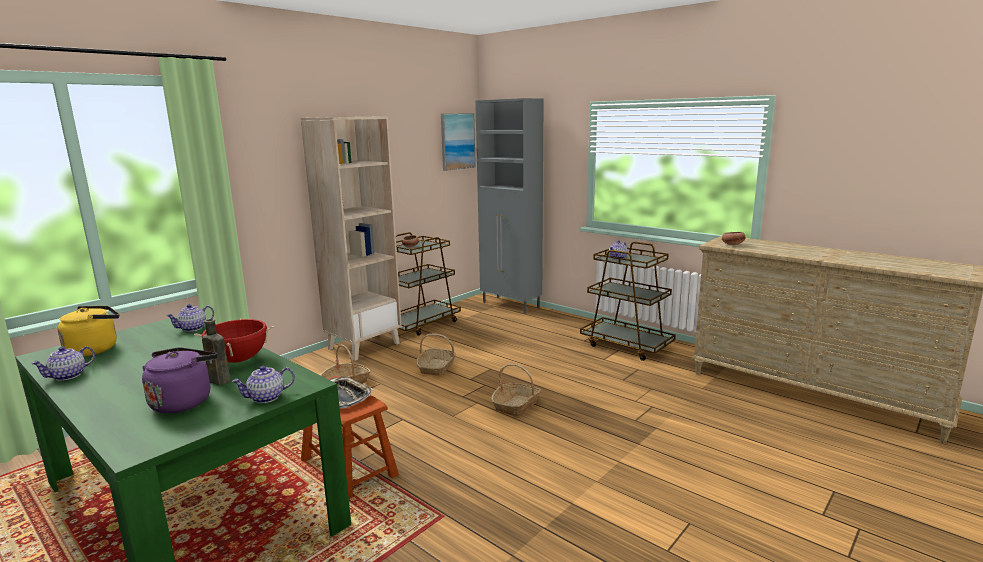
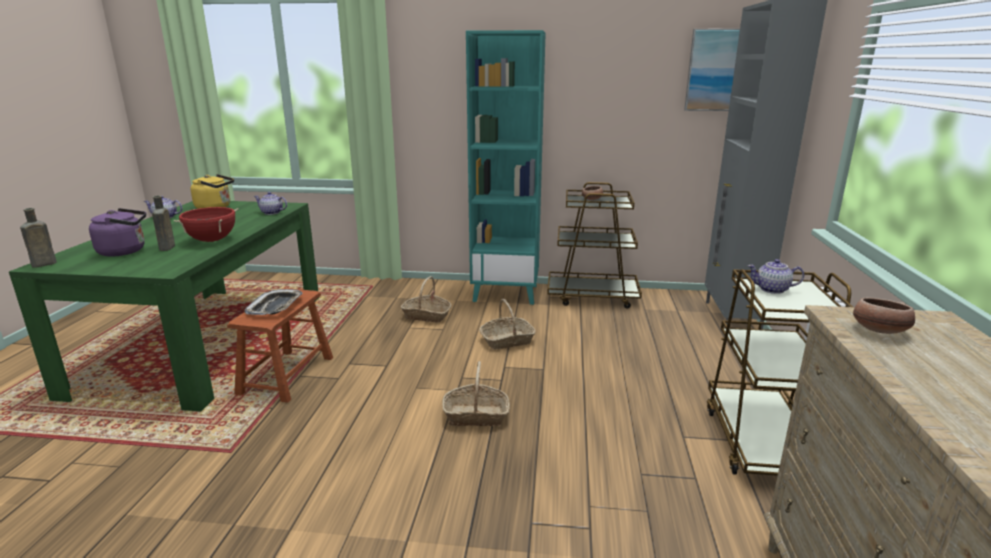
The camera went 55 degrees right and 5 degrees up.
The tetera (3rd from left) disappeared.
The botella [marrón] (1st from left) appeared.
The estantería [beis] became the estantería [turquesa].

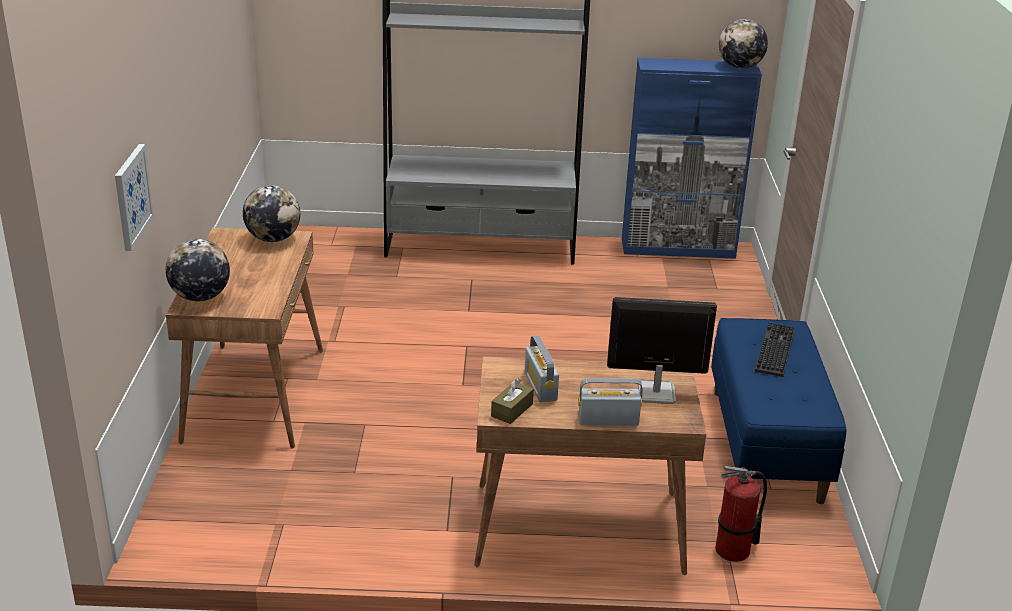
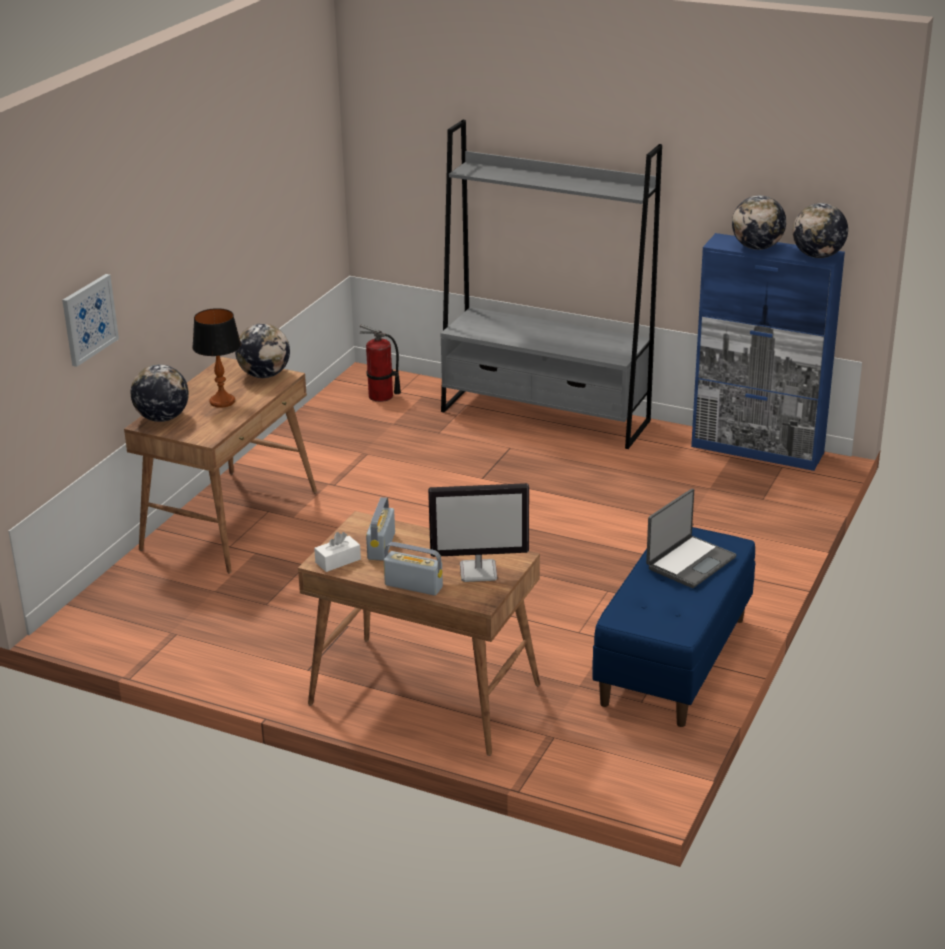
The camera went 25 degrees right and 0 degrees up.
The lámpara de mesa appeared.
The globo terráqueo (3rd from left) appeared.
The extintor moved.
The teclado was replaced by the portátil.
The caja de pañuelos [marrón] became the caja de pañuelos [blanco].
The monitor turned 150 degrees clockwise.

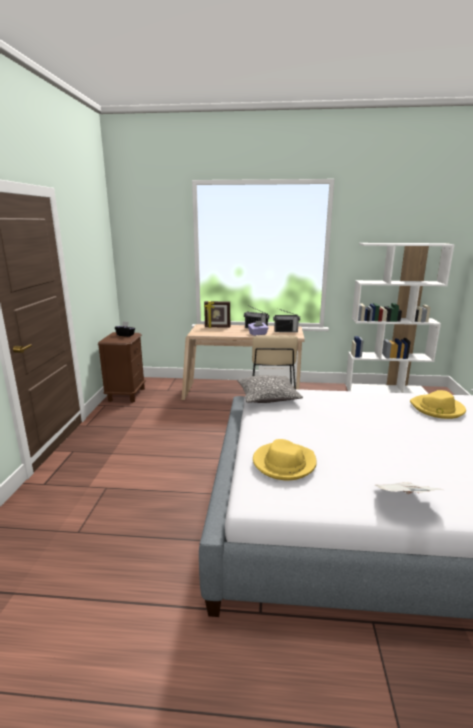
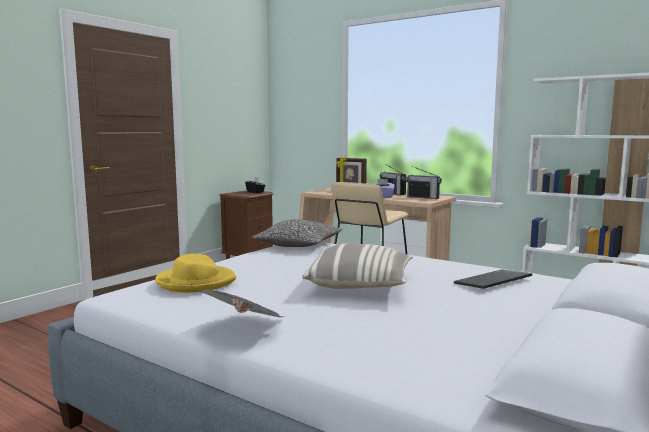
The camera went 30 degrees right and 10 degrees down.
The cojín (2nd from left) appeared.
The sombrero [amarillo] (2nd from left) was replaced by the teclado.

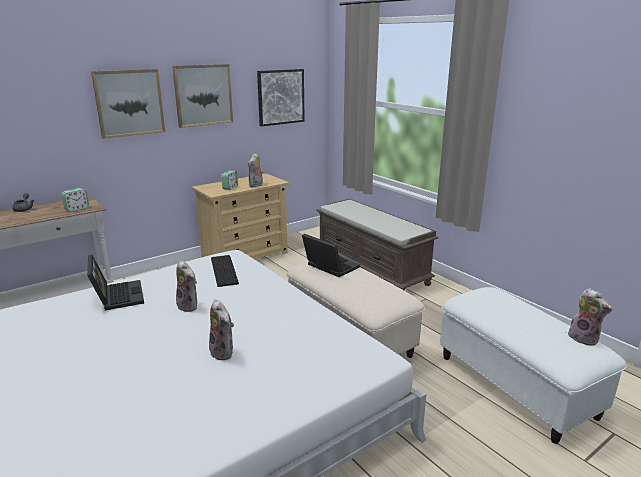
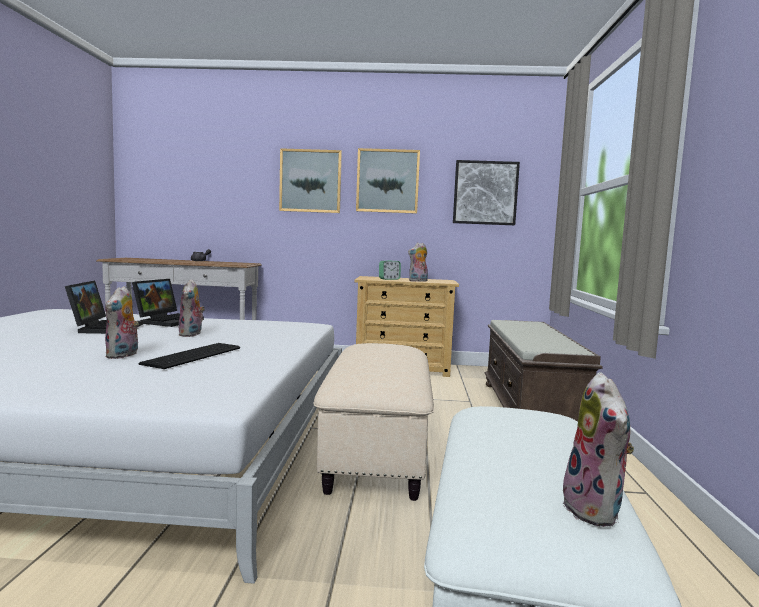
The camera went 40 degrees right and 15 degrees down.
The despertador (1st from left) disappeared.
The teclado moved.
The portátil (2nd from left in the first image) moved.

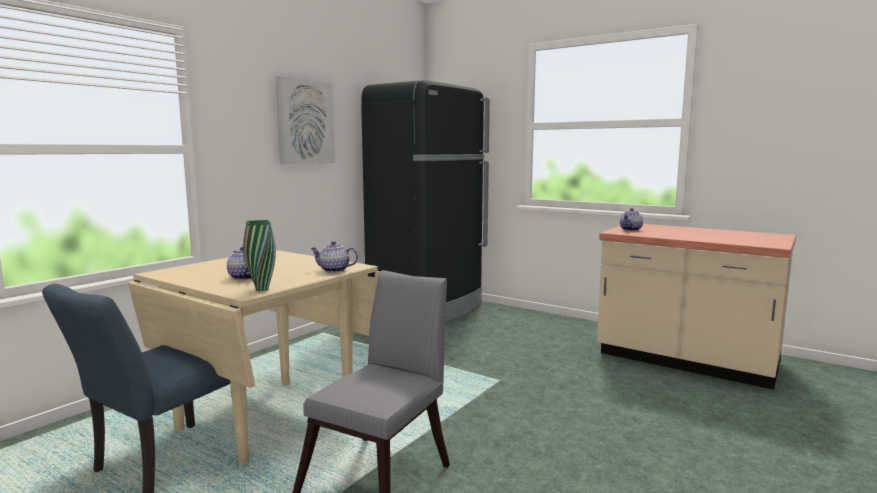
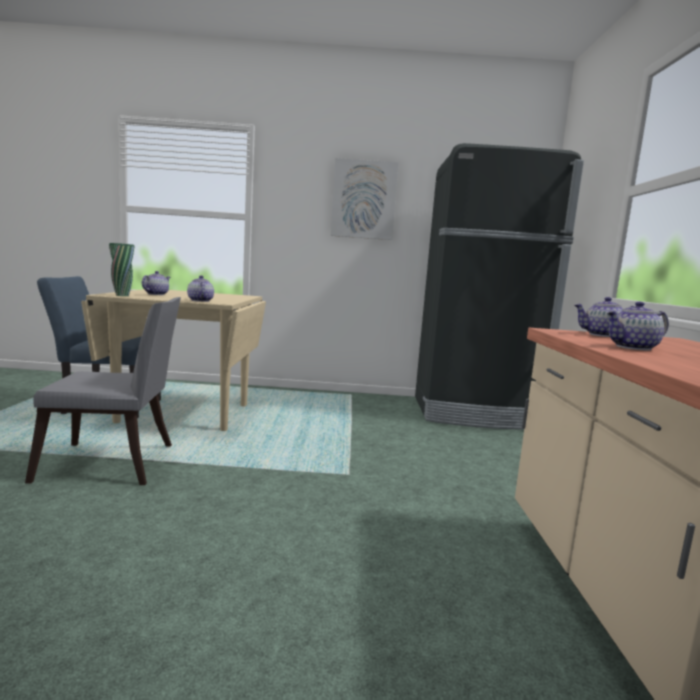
The camera went 55 degrees right and 0 degrees up.
The tetera (4th from left) appeared.

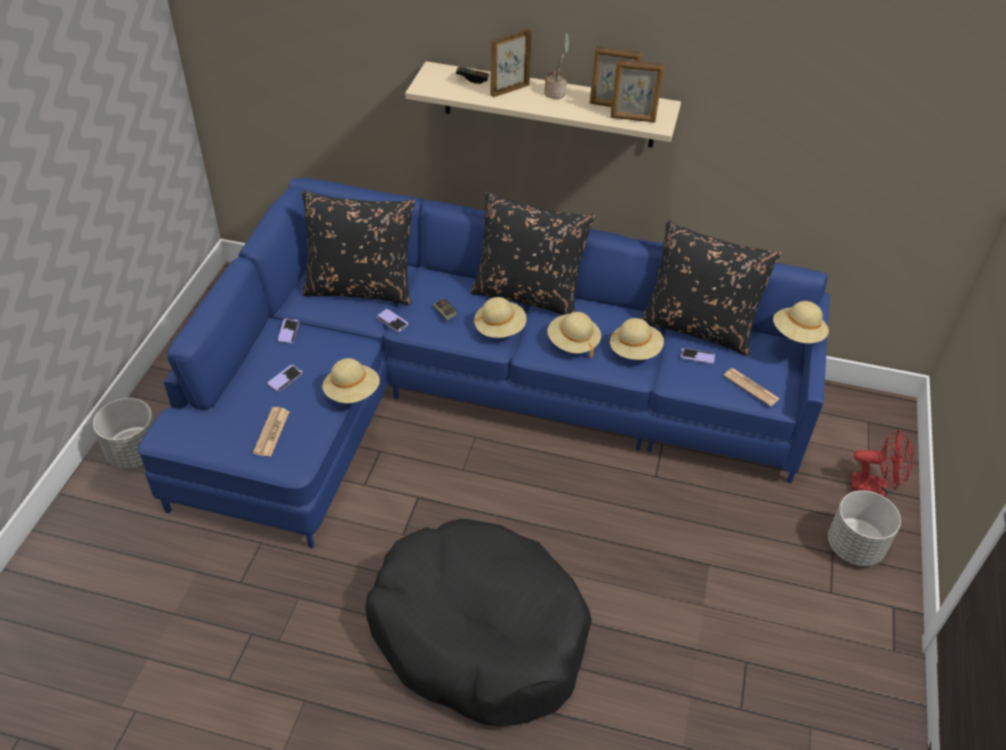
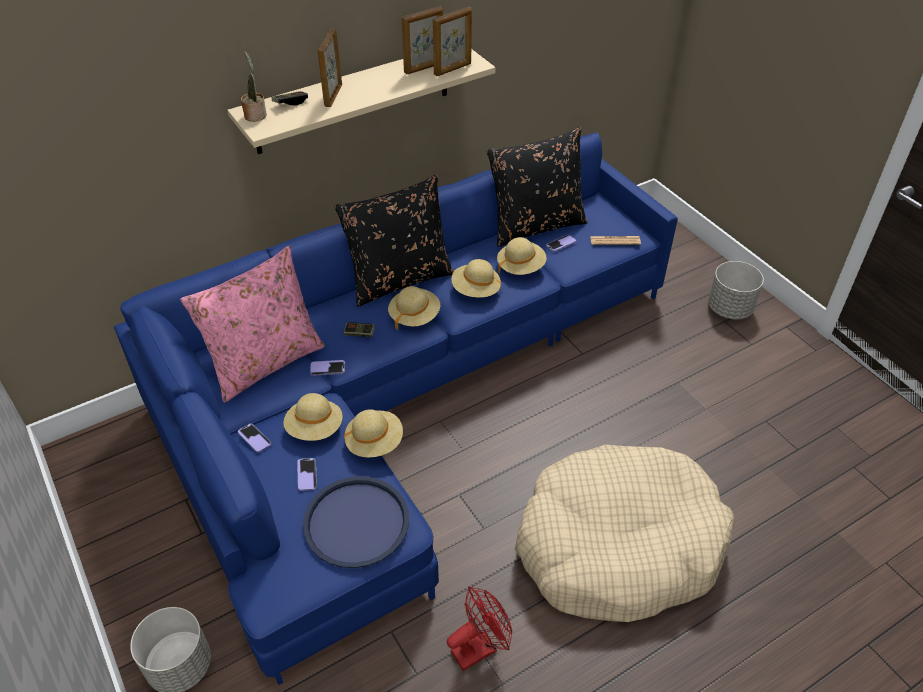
The camera went 45 degrees left and 0 degrees up.
The planta en maceta moved.
The sombrero [beis] (5th from left in the first image) moved.
The ventilador [rojo] moved.
The periódico (1st from left) was replaced by the bandeja [azul].
The cojín [negro] (1st from left) became the cojín [rosa].
The cama para perro [negro] became the cama para perro [beis].

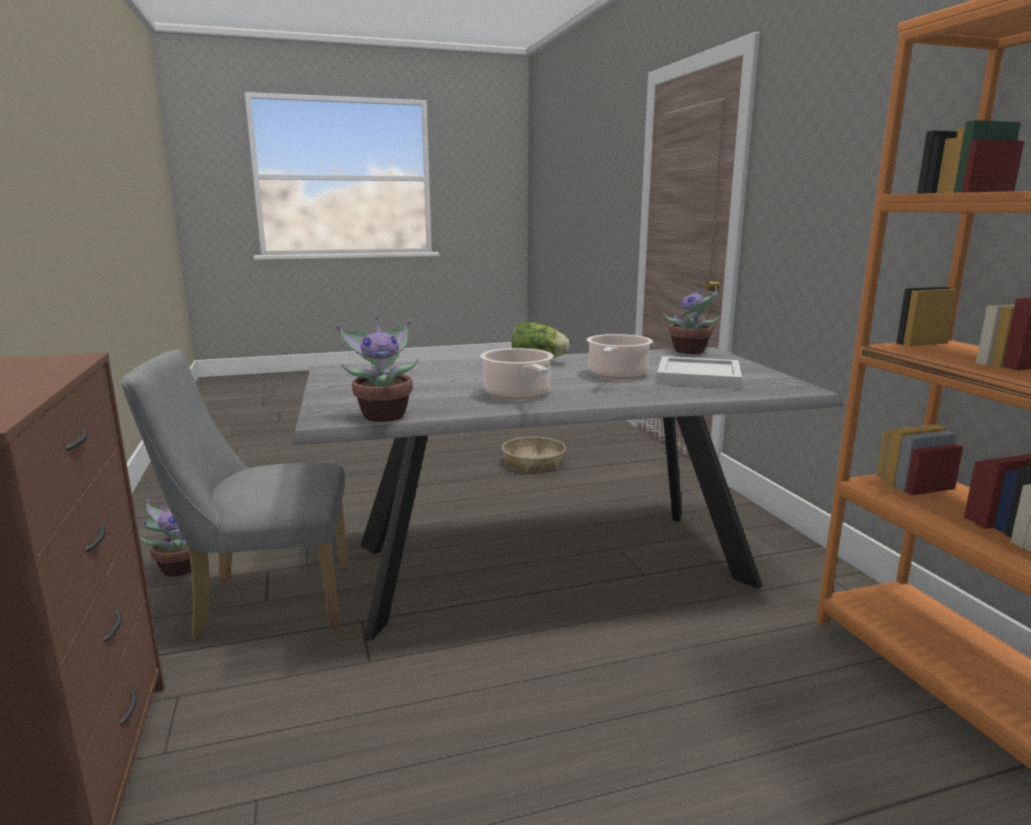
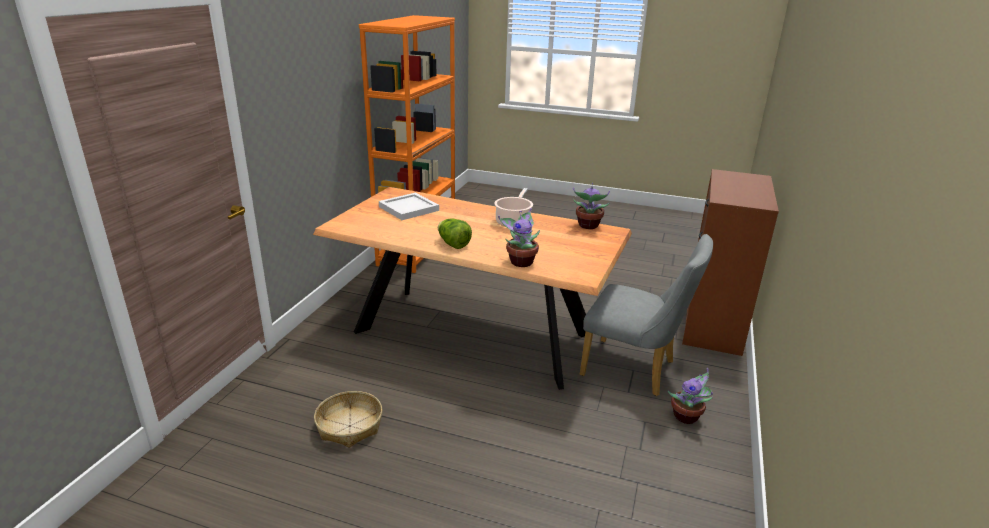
The camera went 145 degrees left and 10 degrees up.
The olla (2nd from left) disappeared.
The planta en maceta (3rd from left in the first image) moved.
The mesa de comedor [gris] became the mesa de comedor [marrón].

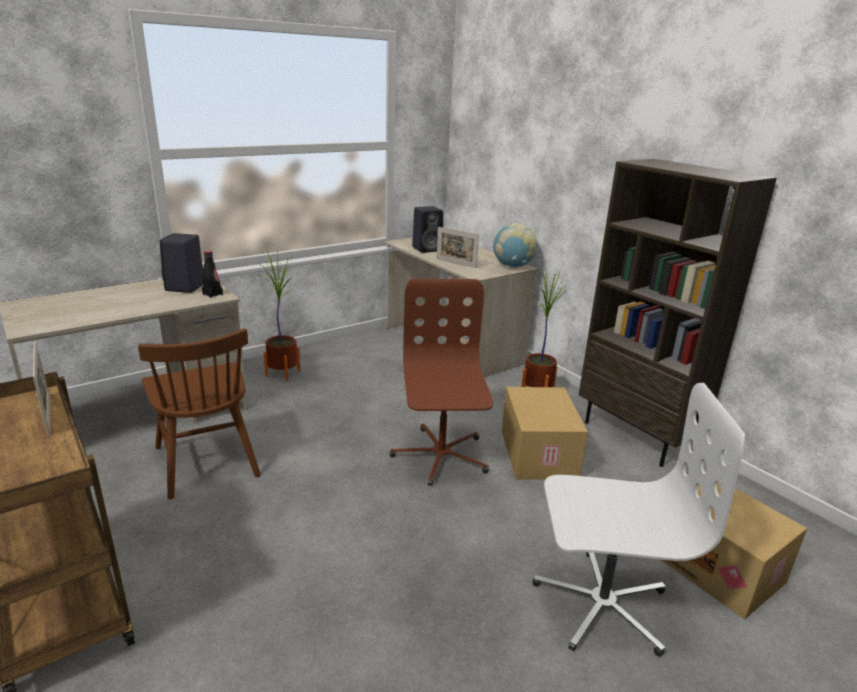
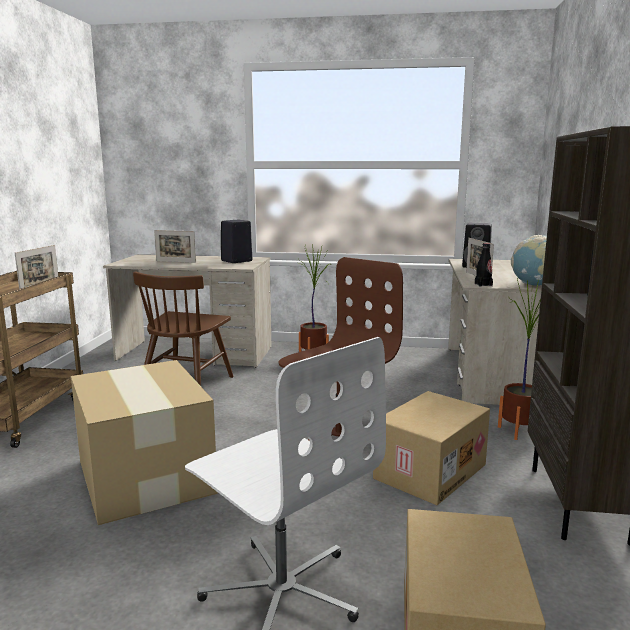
The camera went 45 degrees right and 10 degrees down.
The caja de cartón (1st from left) appeared.
The portarretratos (2nd from left) appeared.
The botella [negro] moved.

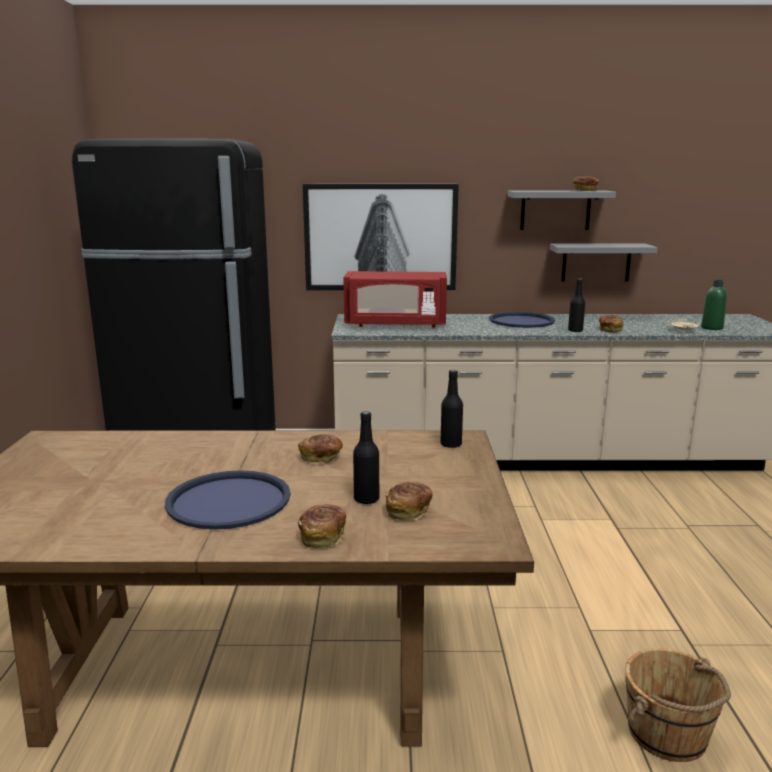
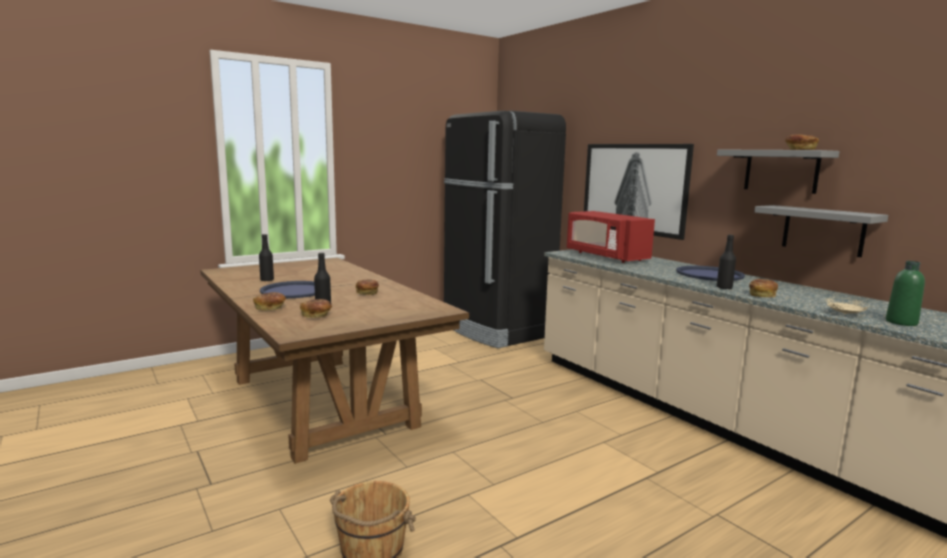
The camera went 55 degrees right and 5 degrees down.
The botella [negro] (2nd from left in the first image) moved.

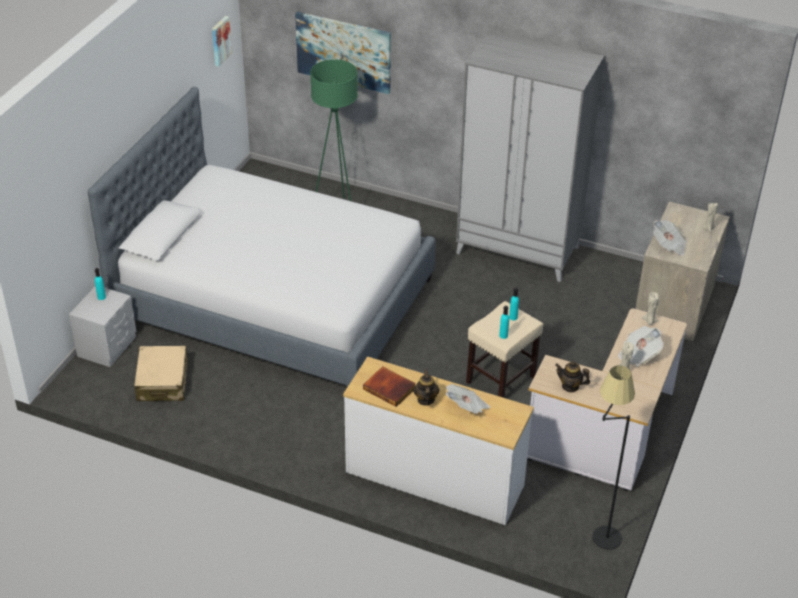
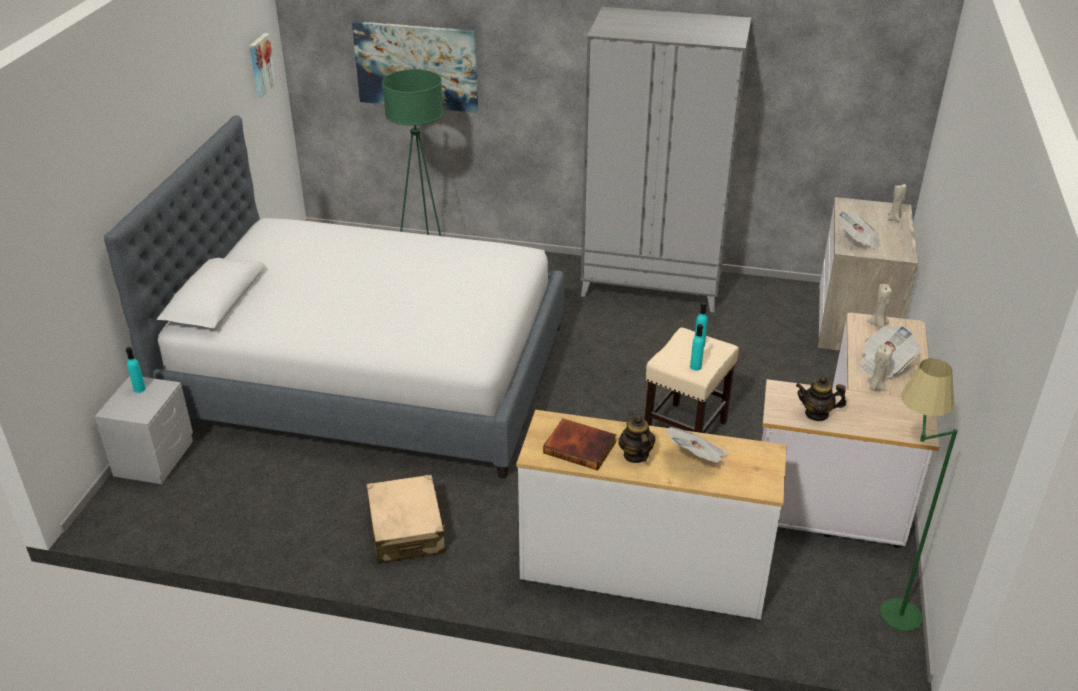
The camera went 10 degrees left and 5 degrees down.
The maleta [beis] moved.
The lámpara de pie [negro] became the lámpara de pie [verde] (2nd from left).

